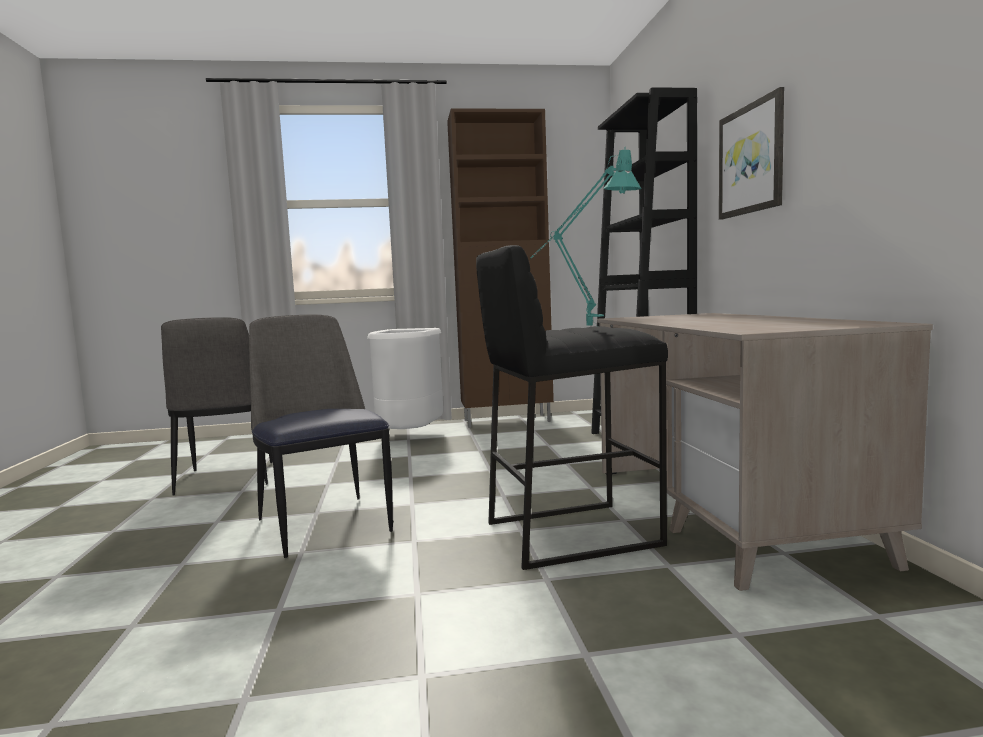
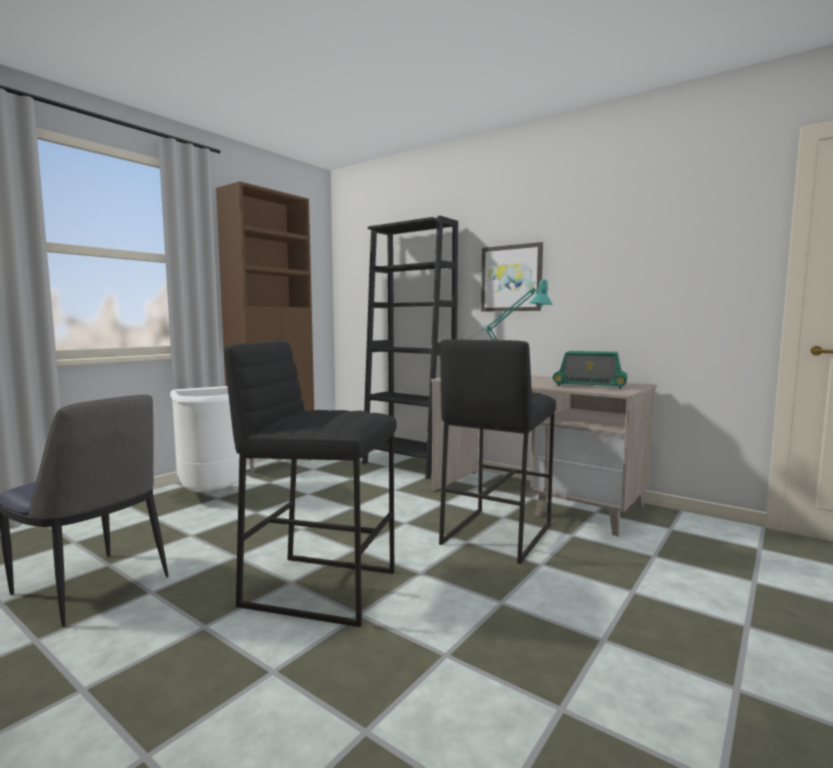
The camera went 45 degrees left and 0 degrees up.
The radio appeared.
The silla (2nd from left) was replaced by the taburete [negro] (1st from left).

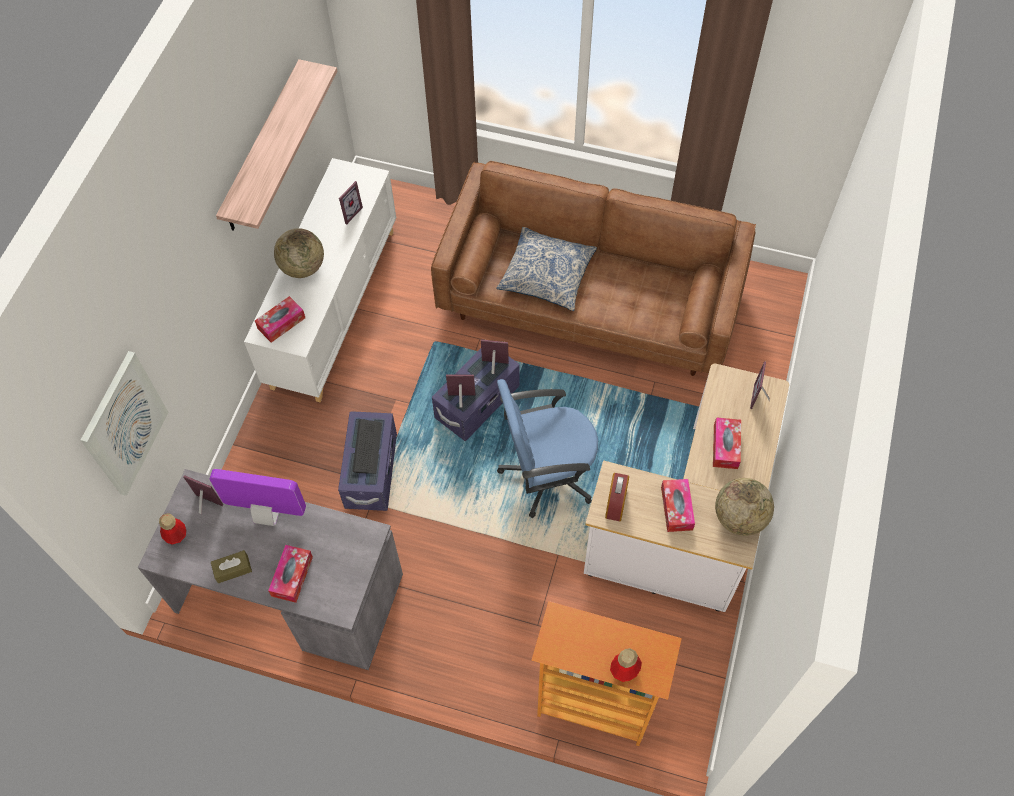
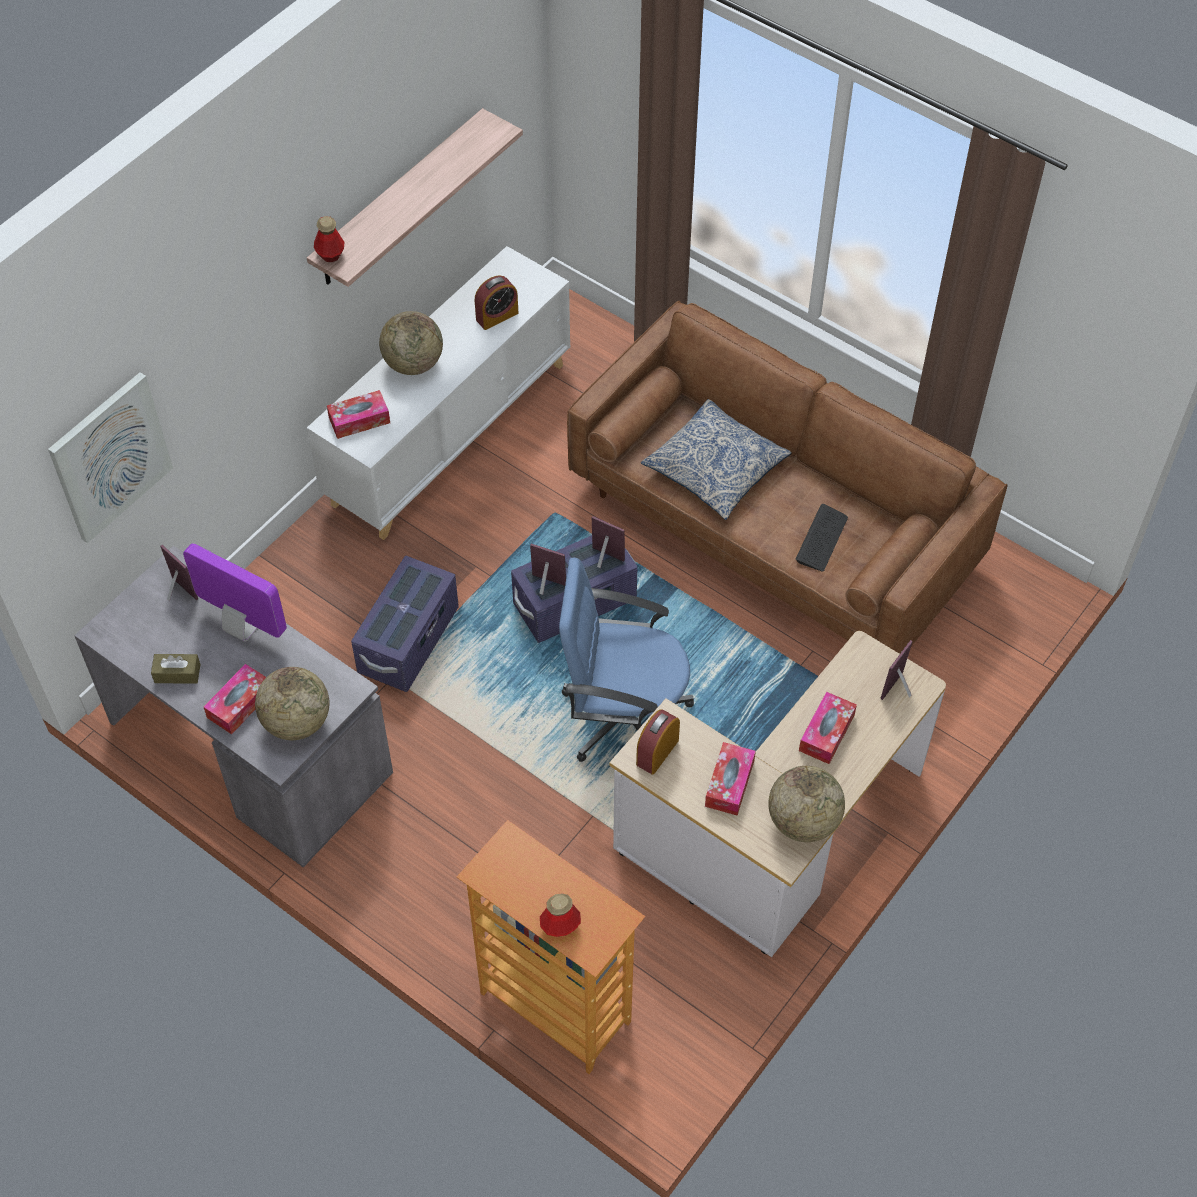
The camera went 20 degrees right and 5 degrees down.
The globo terráqueo (1st from left) appeared.
The botella (1st from left) moved.
The teclado moved.
The portarretratos (2nd from left) was replaced by the despertador (1st from left).

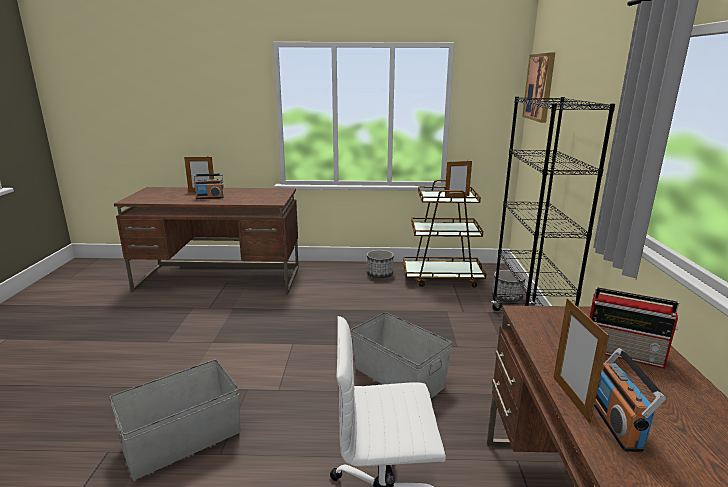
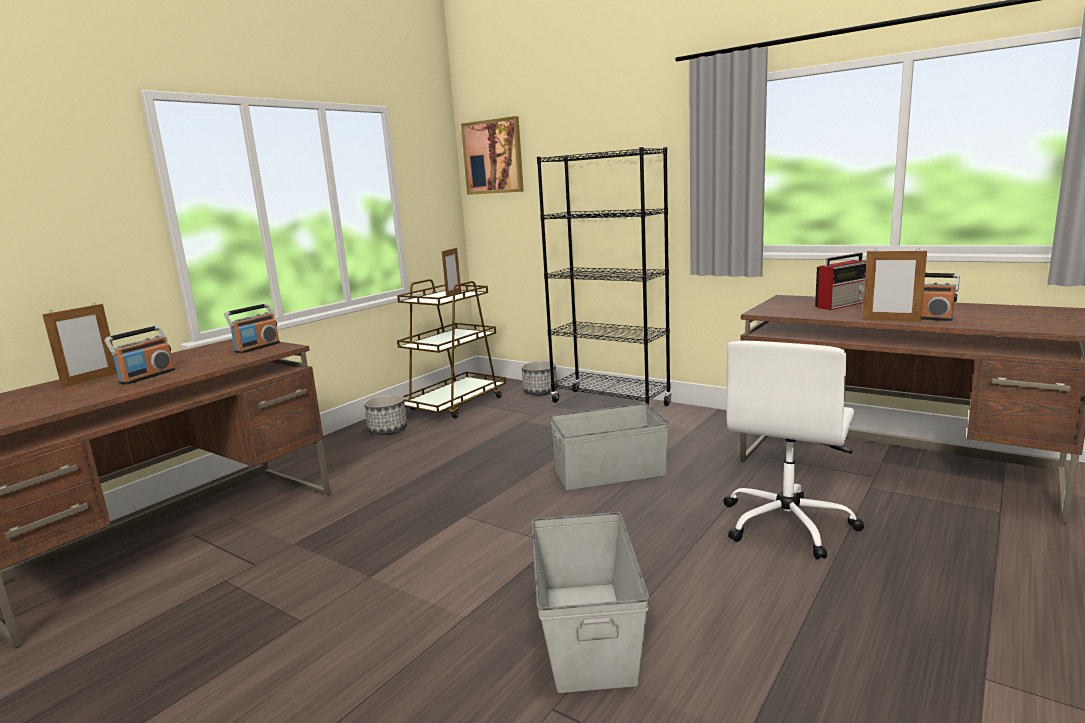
The camera went 55 degrees left and 5 degrees down.
The radio (2nd from left) appeared.

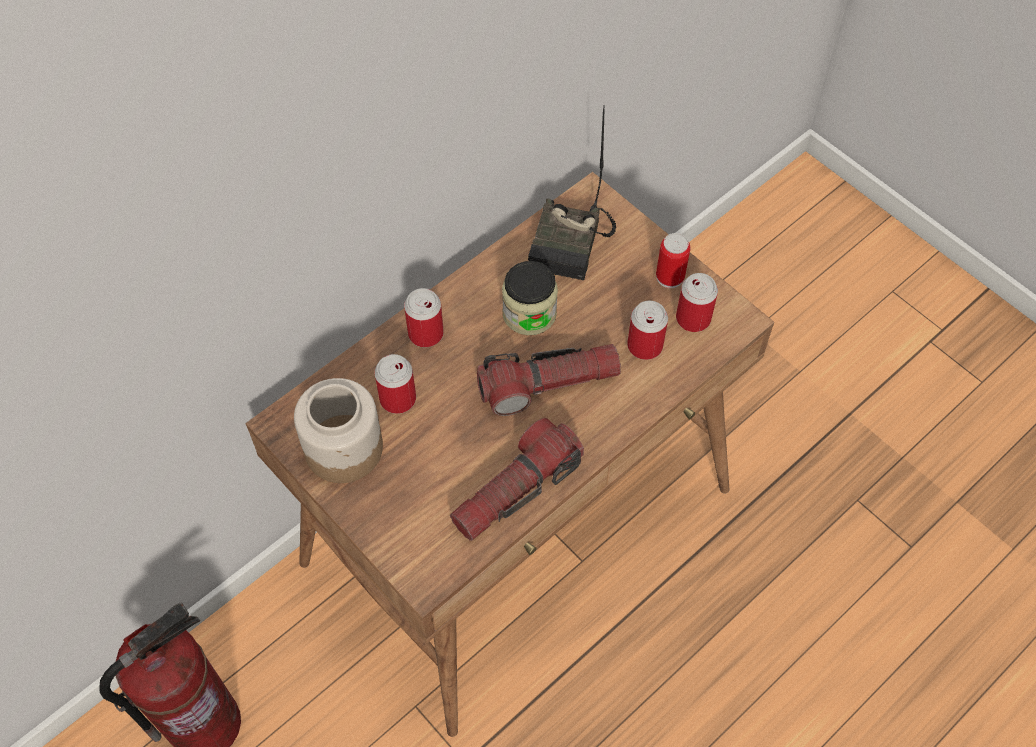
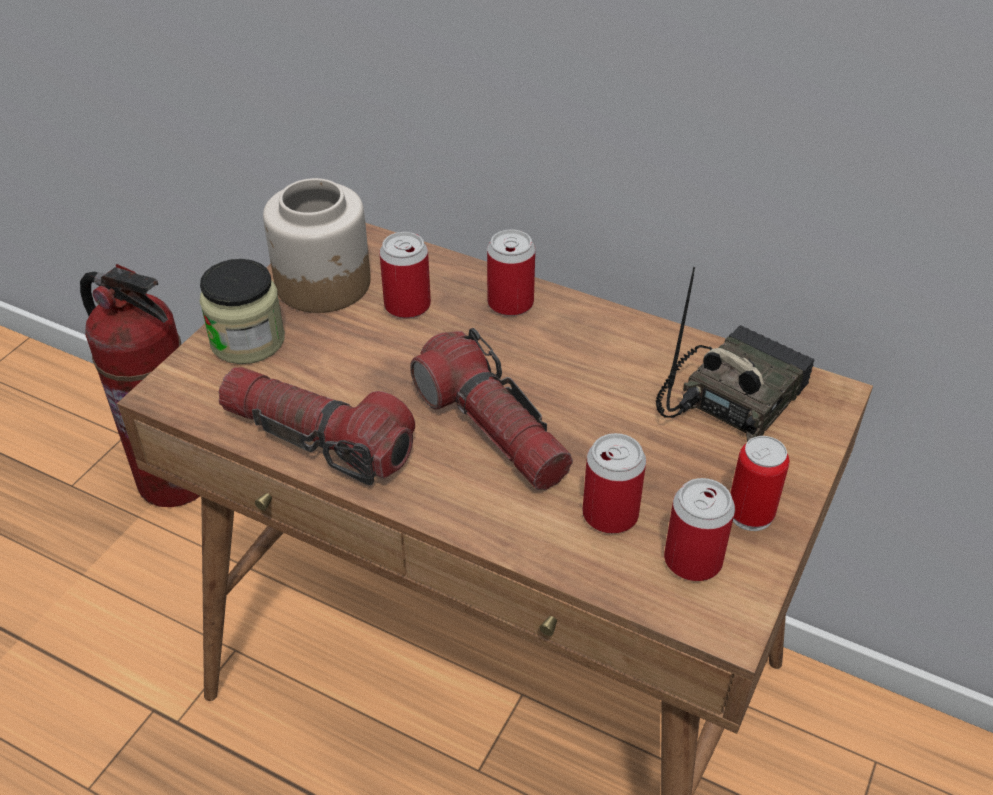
The camera went 70 degrees right and 15 degrees down.
The tarro (2nd from left in the first image) moved.
The radio turned 135 degrees clockwise.

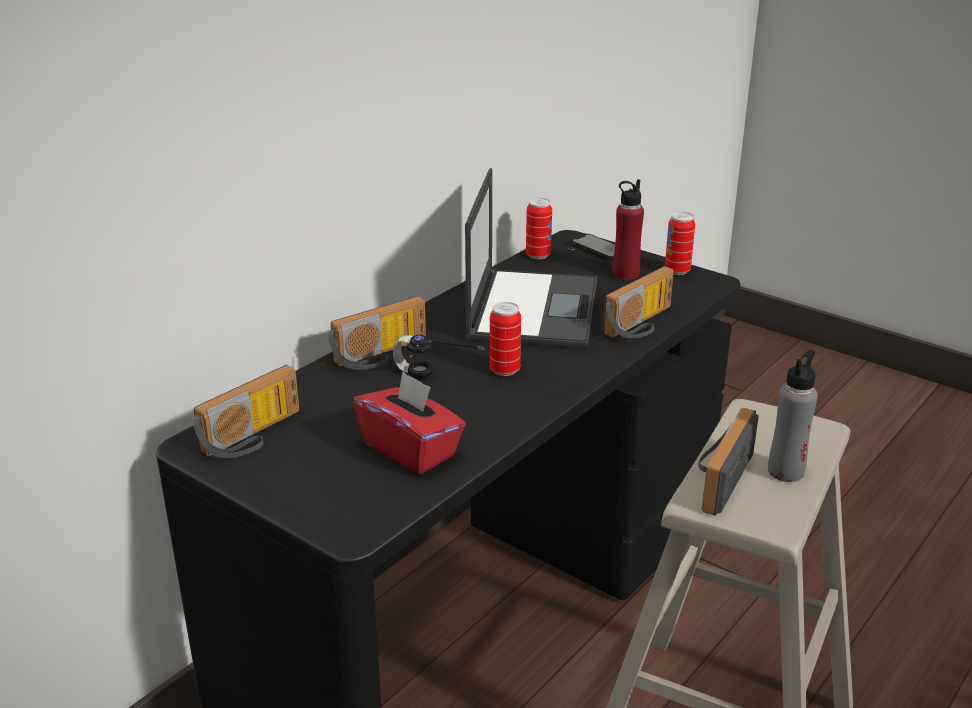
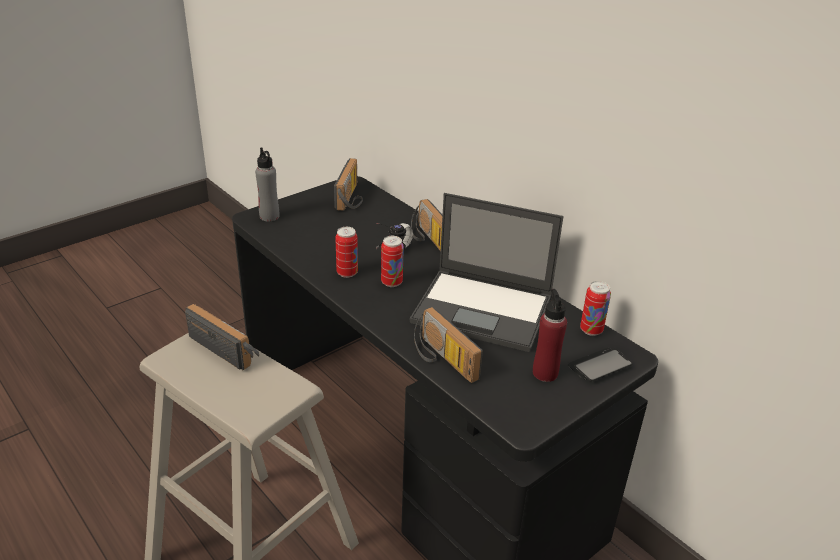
The camera went 100 degrees right and 5 degrees up.
The caja de pañuelos [rojo] disappeared.
The lata (3rd from left in the first image) moved.
The botella [gris] moved.
The radio (1st from left in the first image) turned 135 degrees counterclockwise.

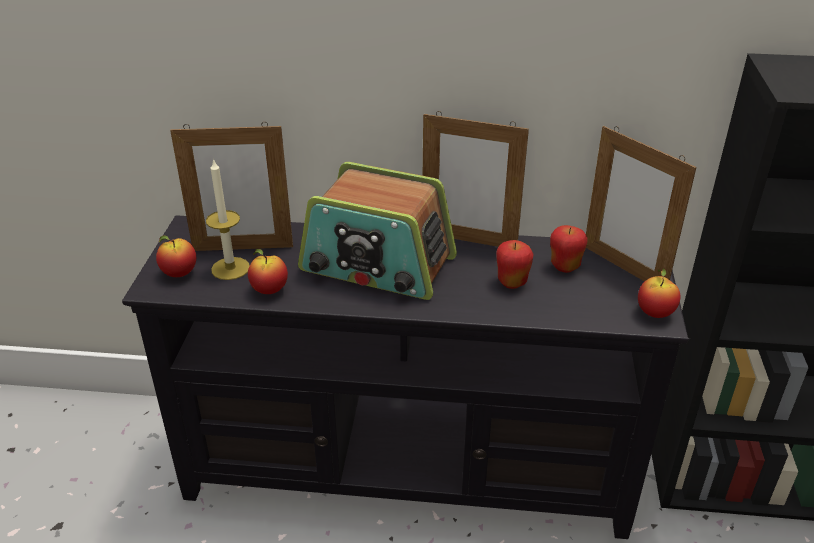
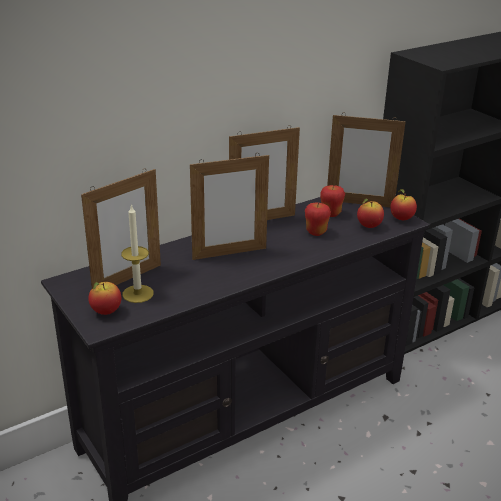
The camera went 40 degrees left and 5 degrees down.
The manzana (2nd from left in the first image) moved.
The radio was replaced by the portarretratos (2nd from left).

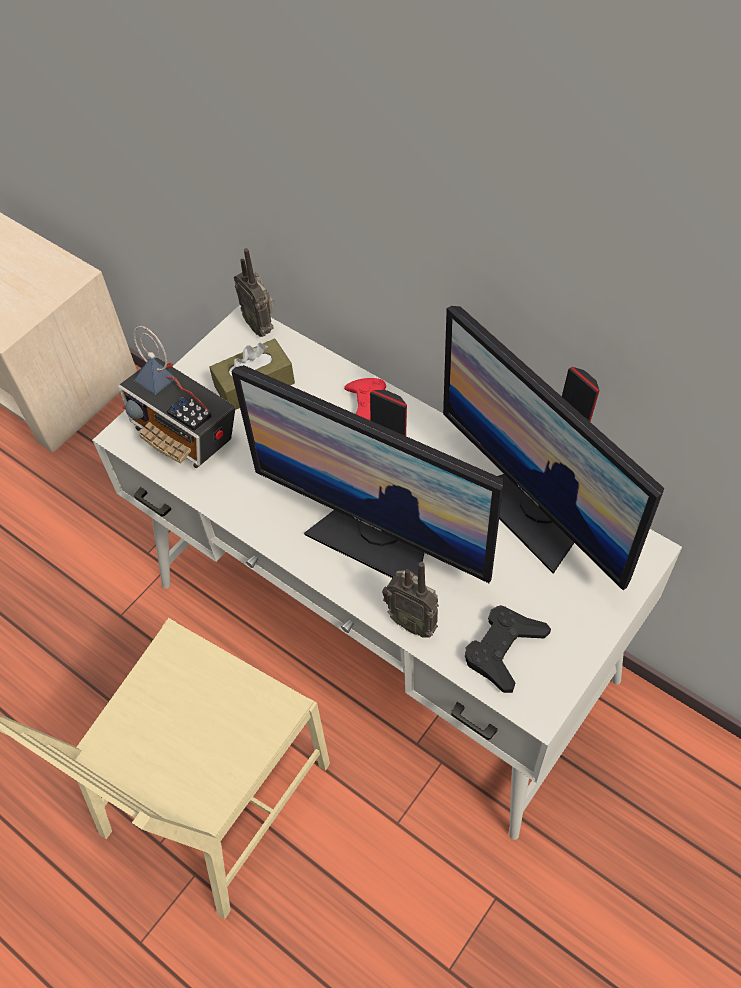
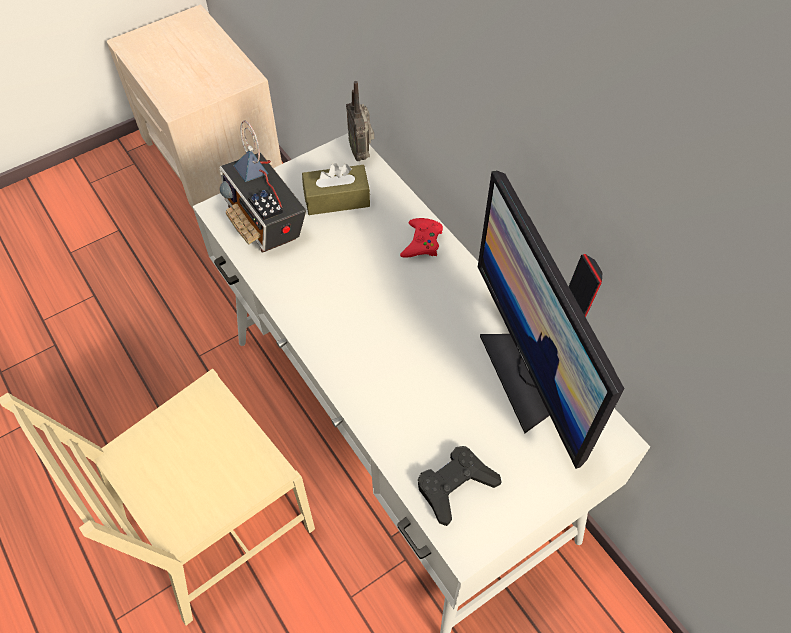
The camera went 15 degrees right and 0 degrees up.
The monitor (1st from left) disappeared.
The radio (3rd from left) disappeared.

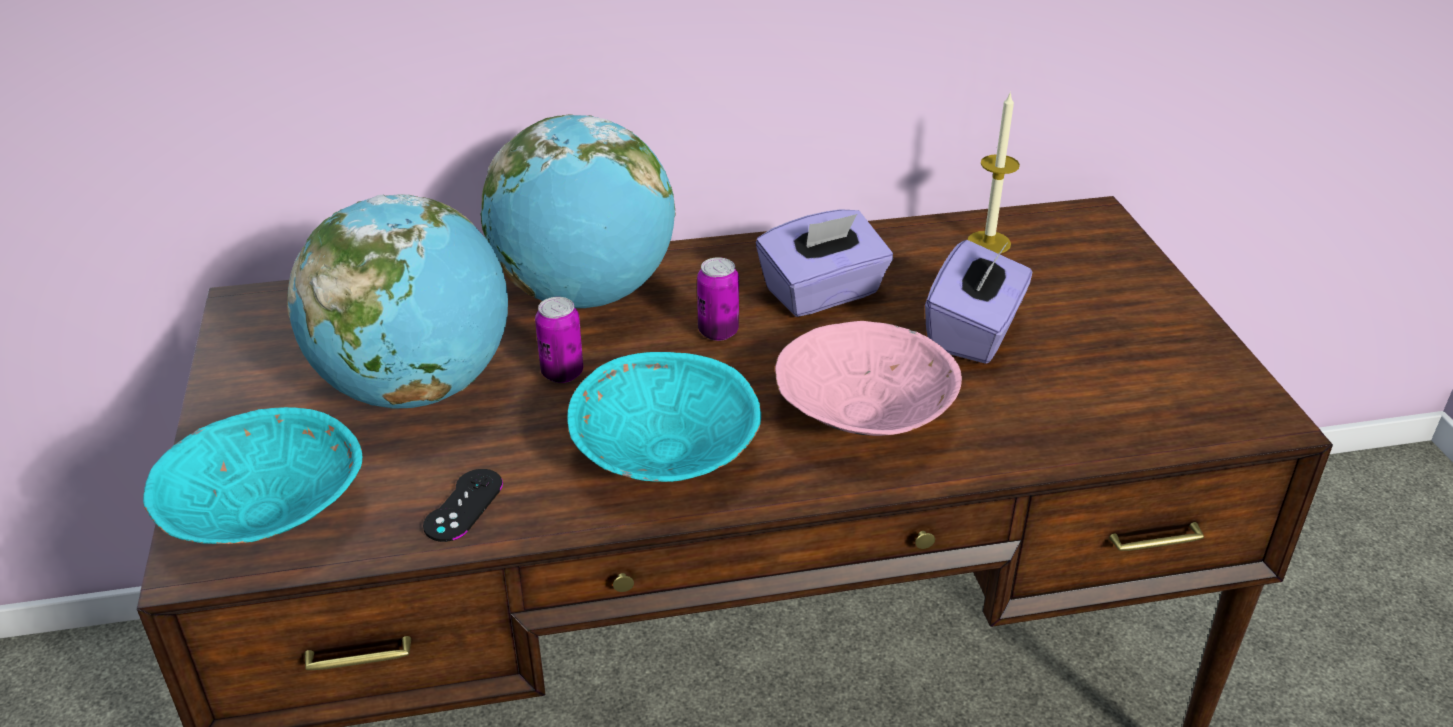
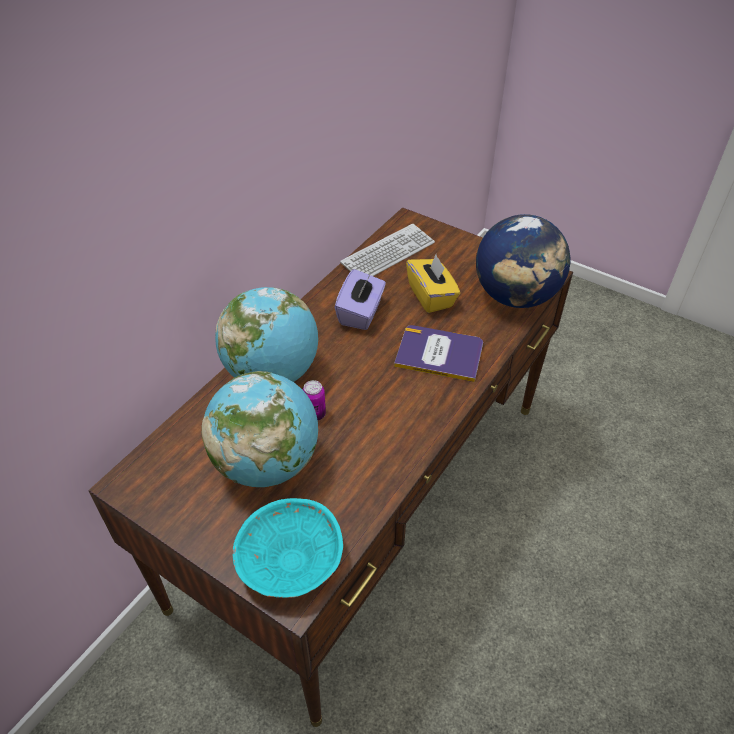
The camera went 45 degrees left and 10 degrees up.
The mando de consola [negro] disappeared.
The cuenco [turquesa] (2nd from left) disappeared.
The lata (2nd from left) disappeared.
The globo terráqueo (3rd from left) appeared.
The cuenco [rosa] was replaced by the libro.
The vela was replaced by the teclado.
The caja de pañuelos [morado] (2nd from left) became the caja de pañuelos [amarillo].

